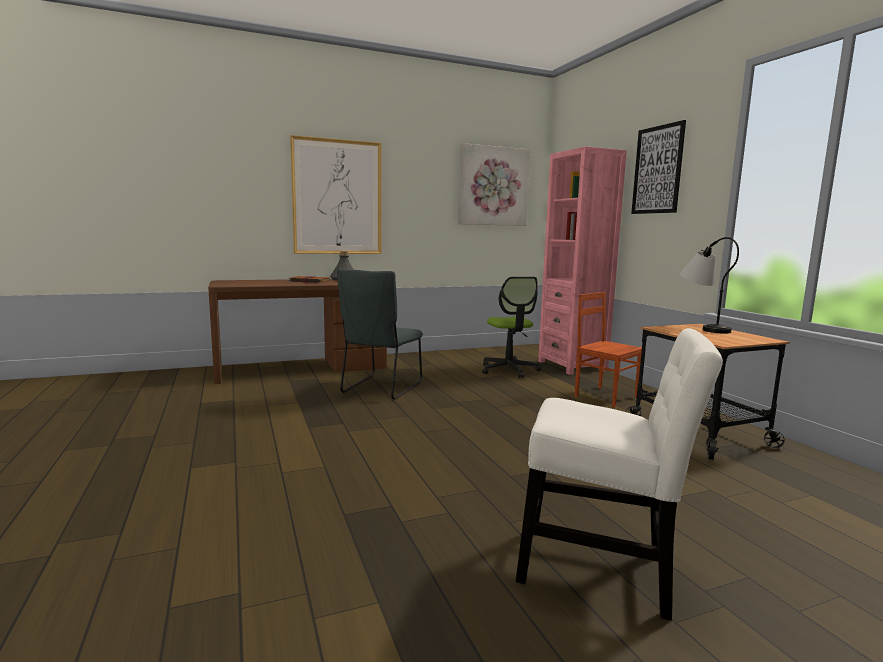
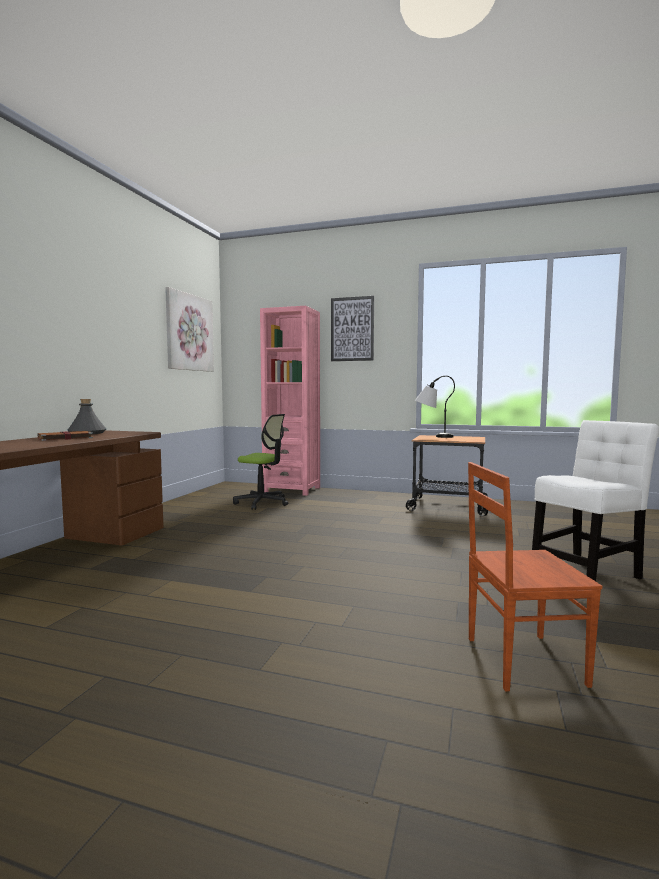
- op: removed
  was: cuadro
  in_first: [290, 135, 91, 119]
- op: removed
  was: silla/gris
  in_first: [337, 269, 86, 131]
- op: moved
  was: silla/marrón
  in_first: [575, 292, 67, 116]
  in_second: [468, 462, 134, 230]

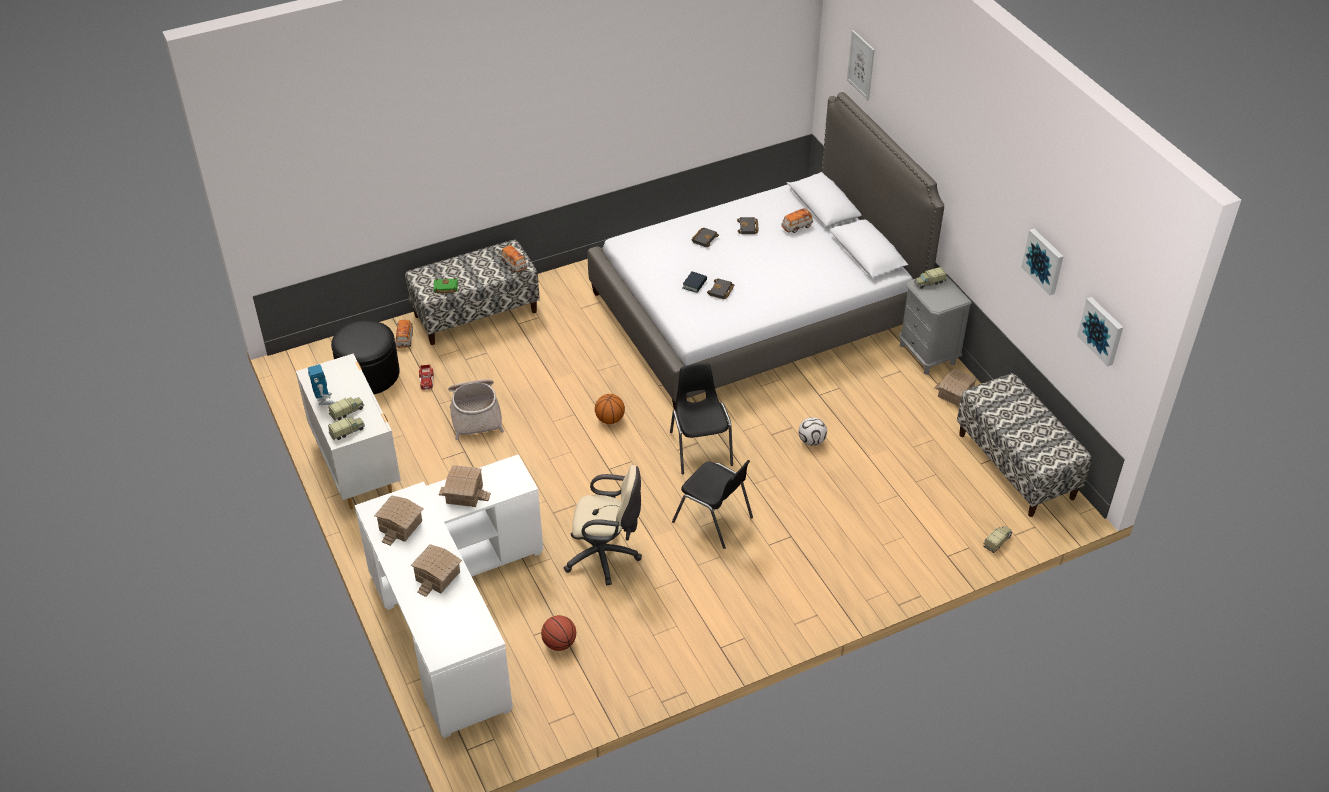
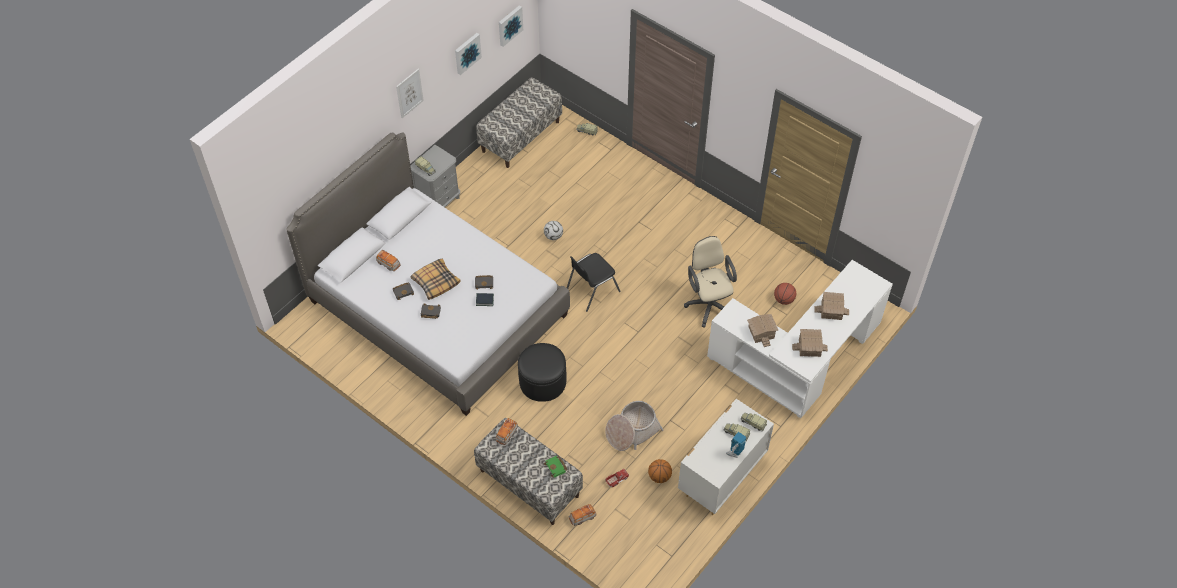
- op: removed
  was: silla/negro
  in_first: [672, 460, 81, 89]
- op: removed
  was: casita
  in_first: [934, 368, 43, 39]
- op: added
  now: cojín
  in_second: [411, 258, 49, 42]
- op: moved
  was: puf/negro
  in_first: [331, 320, 69, 74]
  in_second: [518, 343, 48, 59]
- op: moved
  was: balón de baloncesto
  in_first: [595, 394, 30, 30]
  in_second: [648, 459, 24, 24]
- op: moved
  was: cuadro
  in_first: [847, 30, 28, 71]
  in_second: [396, 69, 28, 49]

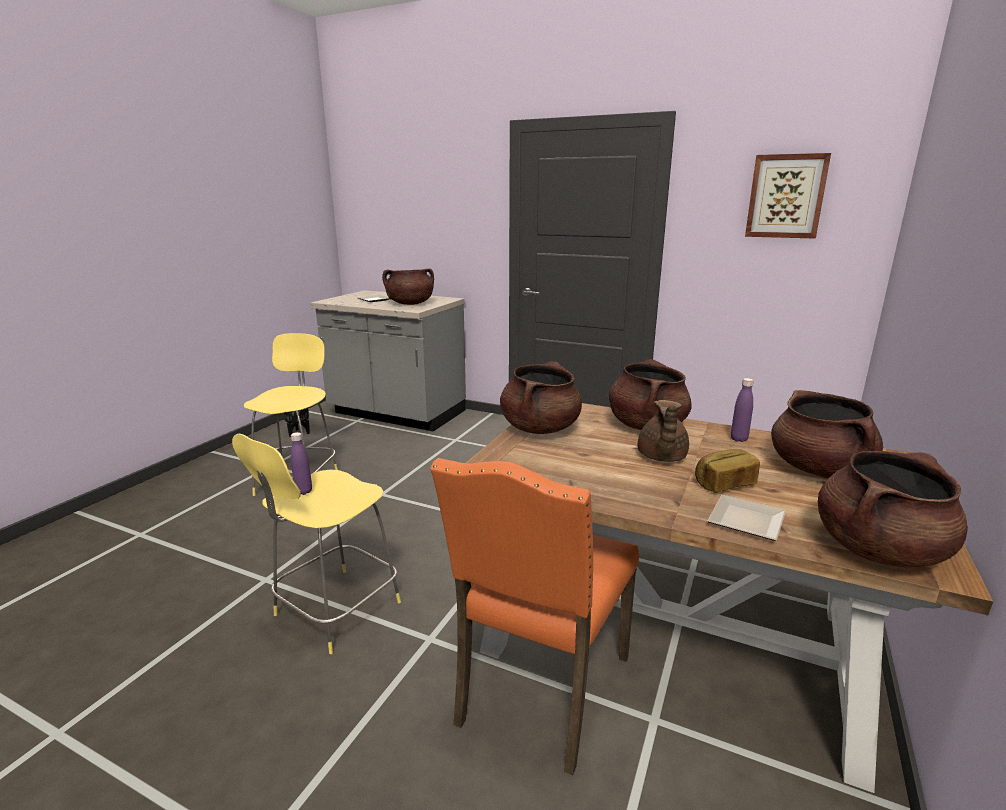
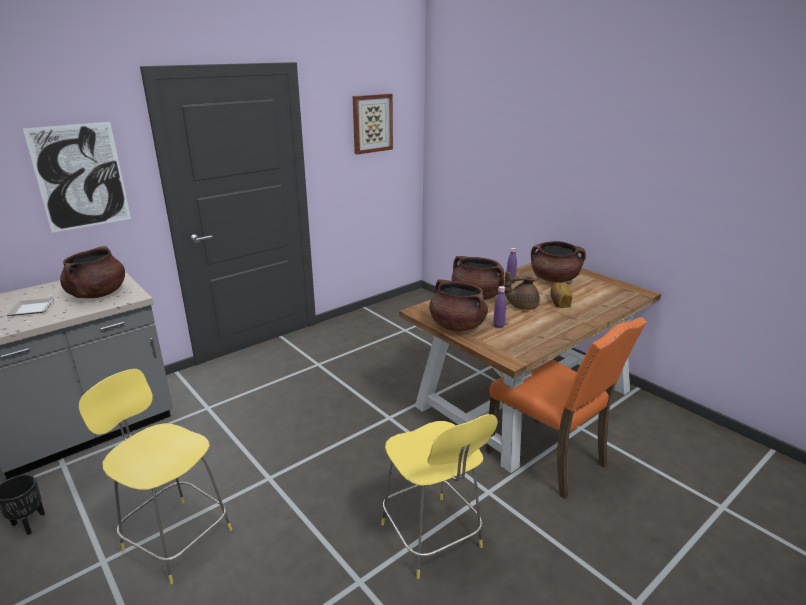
- op: removed
  was: plato
  in_first: [707, 495, 79, 46]
- op: removed
  was: olla/marrón
  in_first: [818, 451, 150, 117]
- op: added
  now: cuadro
  in_second: [23, 122, 108, 111]
- op: moved
  was: botella/morado
  in_first: [291, 432, 21, 63]
  in_second: [493, 286, 13, 42]
- op: turned
  was: tetera/marrón
  in_first: [638, 400, 51, 62]
  in_second: [504, 271, 36, 39]
  clockwise: 135

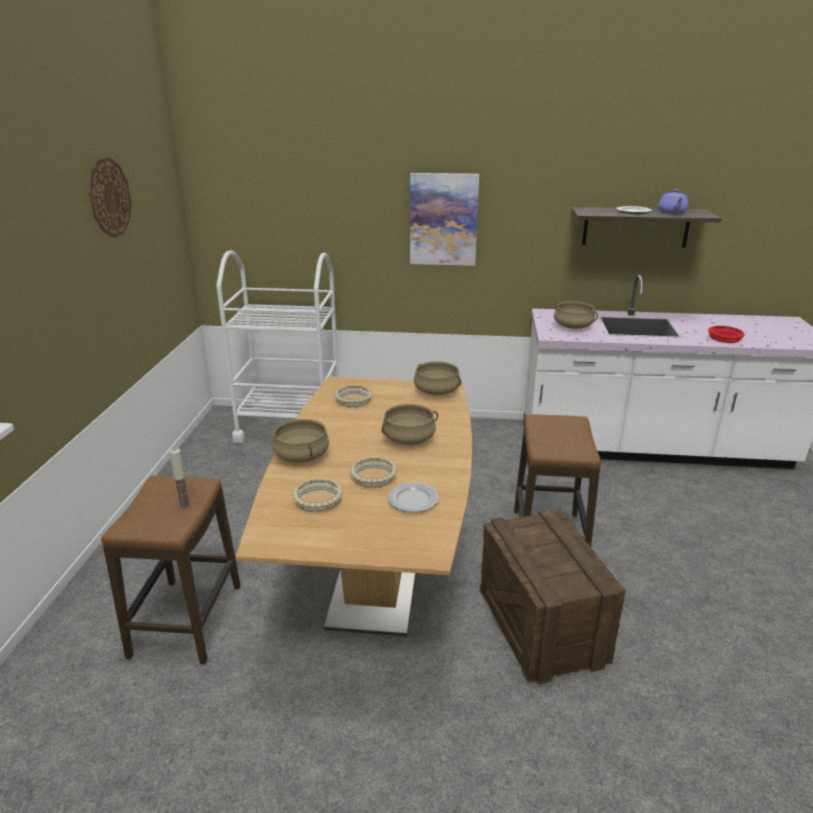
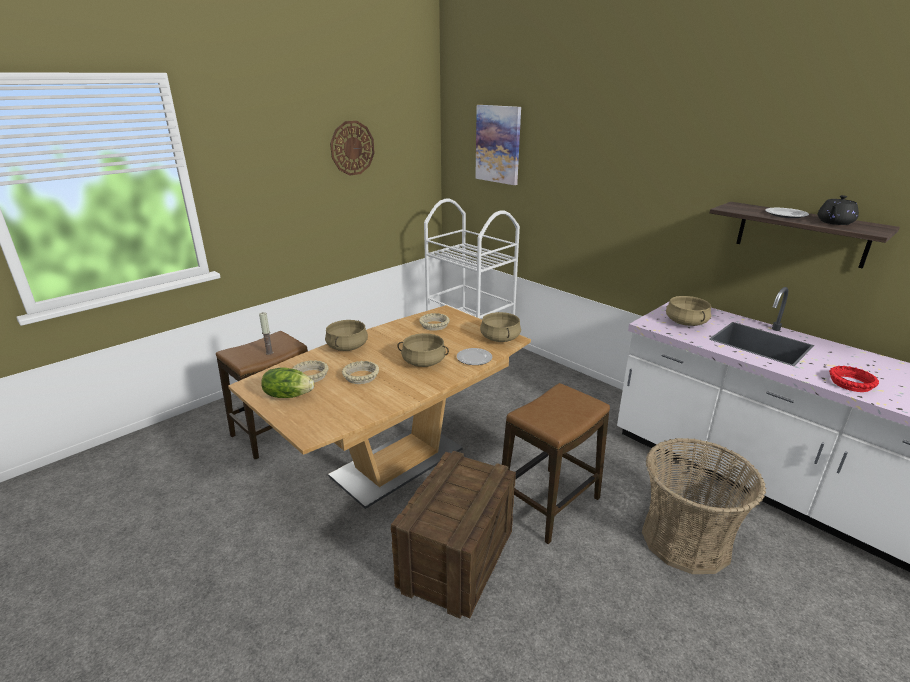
- op: added
  now: lechuga
  in_second: [261, 367, 53, 31]
- op: added
  now: cesta
  in_second: [642, 438, 124, 136]
- op: moved
  was: plato
  in_first: [388, 483, 51, 29]
  in_second: [457, 348, 35, 17]
- op: moved
  was: cuadro
  in_first: [410, 173, 69, 93]
  in_second: [475, 105, 46, 80]
- op: recoloured
  was: tetera/morado
  now: tetera/negro
  in_first: [658, 189, 31, 25]
  in_second: [818, 195, 41, 30]

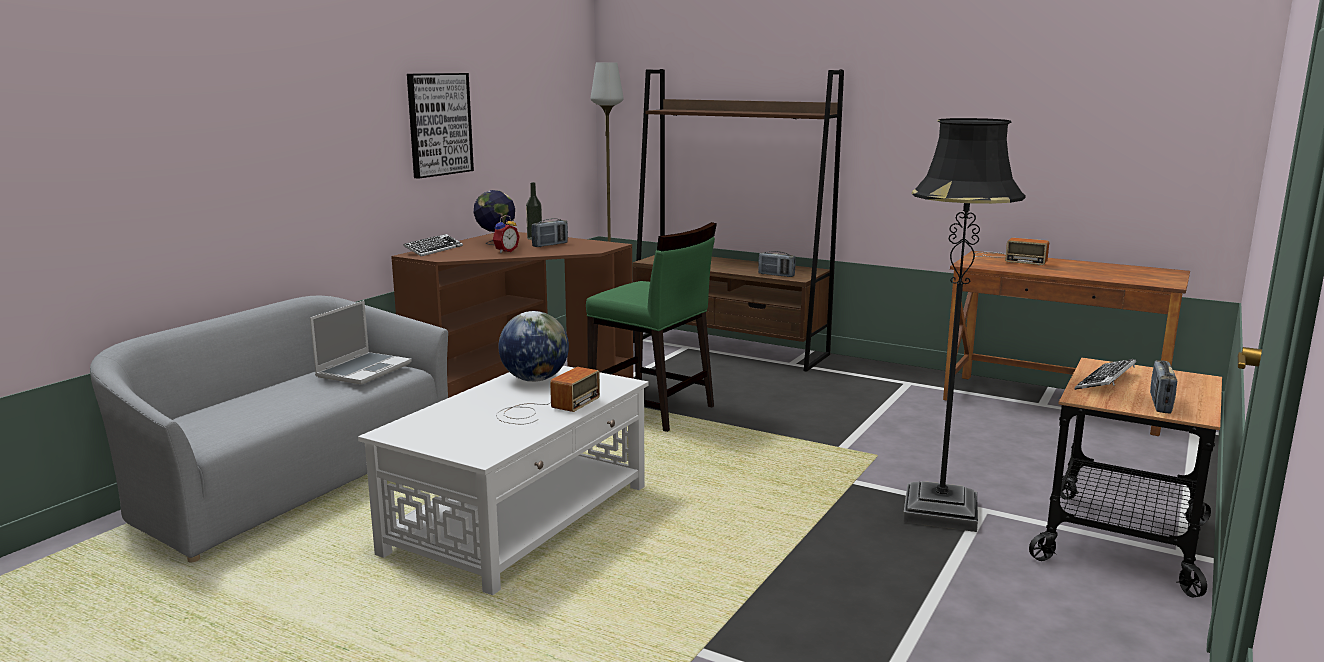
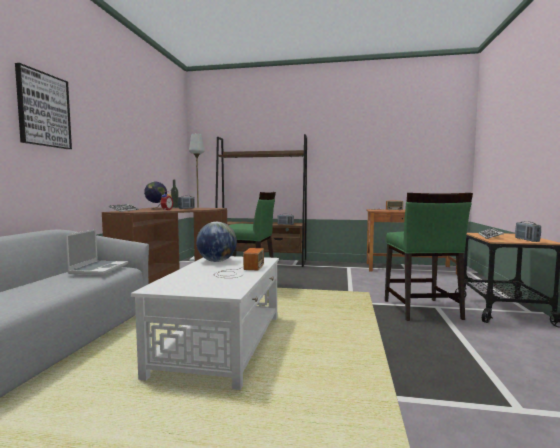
- op: moved
  was: cuadro
  in_first: [407, 73, 67, 106]
  in_second: [15, 63, 57, 86]
- op: replaced
  was: lámpara de pie/negro
  now: silla/verde
  in_first: [903, 118, 122, 414]
  in_second: [385, 193, 88, 128]

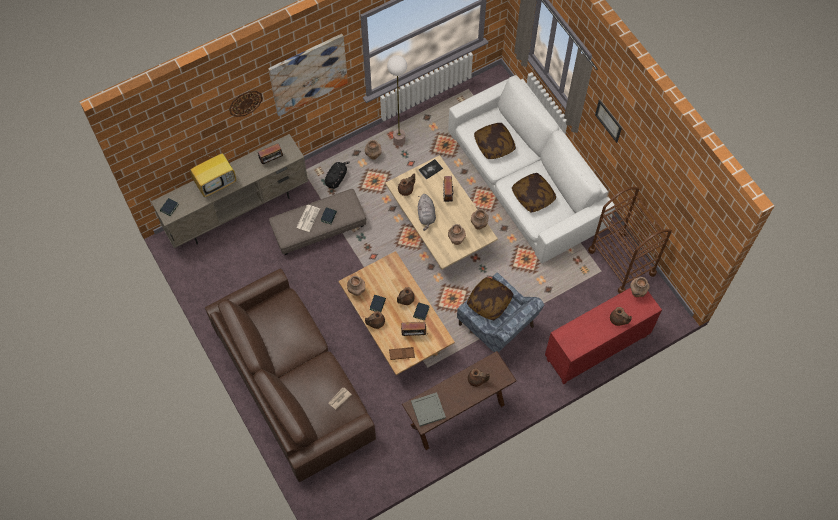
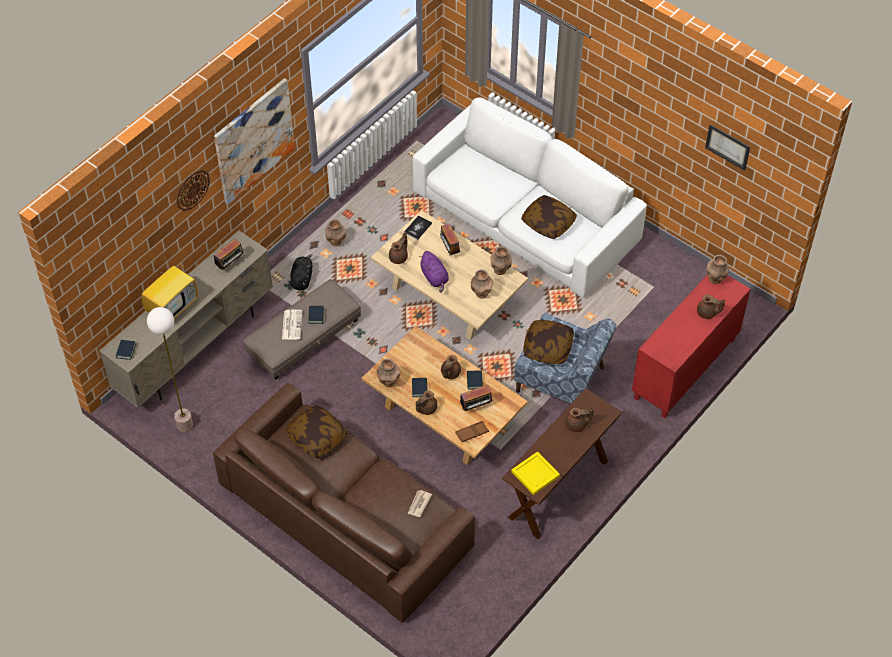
- op: removed
  was: carrito/marrón
  in_first: [588, 187, 84, 107]
- op: moved
  was: lámpara de pie
  in_first: [387, 55, 20, 91]
  in_second: [147, 307, 46, 125]
- op: moved
  was: cojín
  in_first: [474, 123, 42, 36]
  in_second: [286, 405, 61, 53]
- op: moved
  was: cuadro
  in_first: [595, 100, 27, 43]
  in_second: [705, 124, 45, 47]
- op: recoloured
  was: bandeja/gris
  now: bandeja/amarillo
  in_first: [411, 392, 35, 35]
  in_second: [511, 451, 49, 44]
- op: recoloured
  was: peluche/gris
  now: peluche/morado
  in_first: [418, 194, 18, 37]
  in_second: [419, 251, 30, 42]

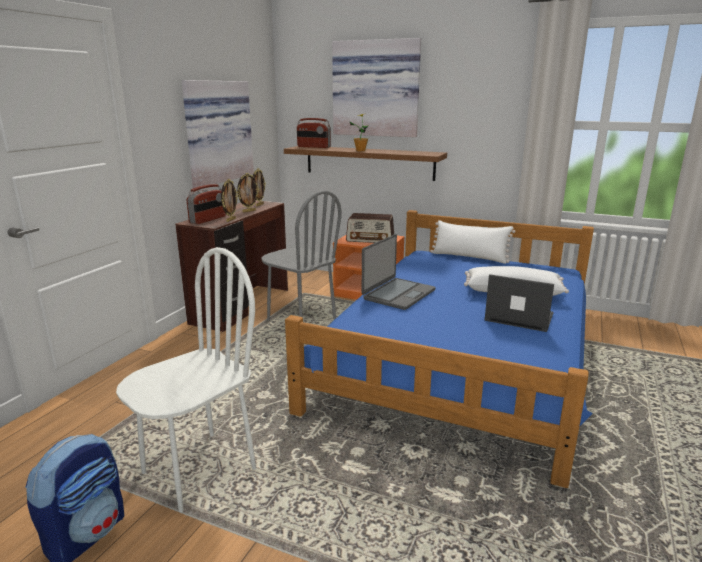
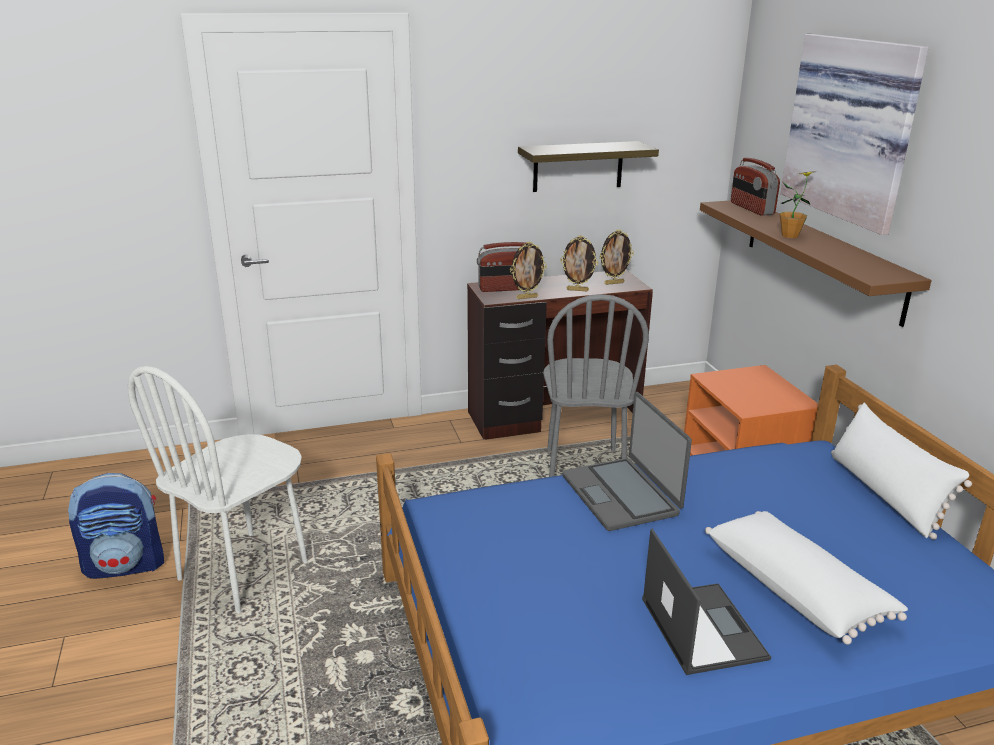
- op: removed
  was: radio
  in_first: [346, 213, 48, 30]
- op: replaced
  was: cuadro
  now: estante
  in_first: [182, 80, 72, 108]
  in_second: [518, 141, 141, 51]
- op: turned
  was: silla/blanco
  in_first: [116, 247, 140, 265]
  in_second: [128, 366, 180, 247]
  clockwise: 120
- op: turned
  was: portátil
  in_first: [362, 234, 73, 76]
  in_second: [562, 392, 130, 139]
  clockwise: 75

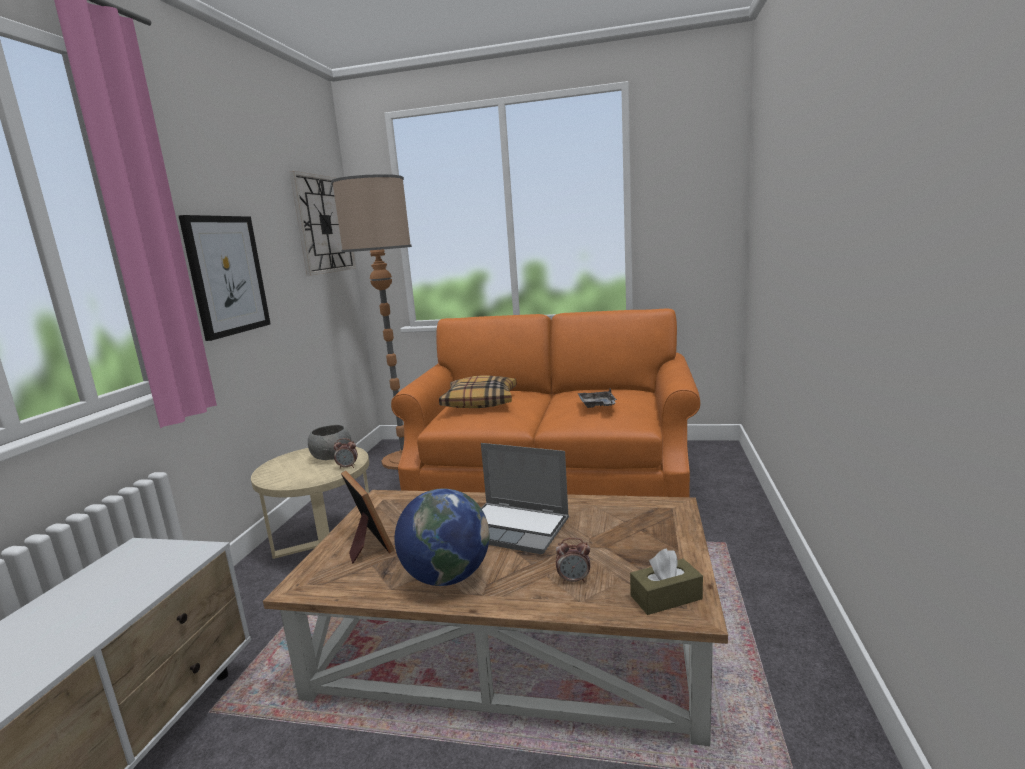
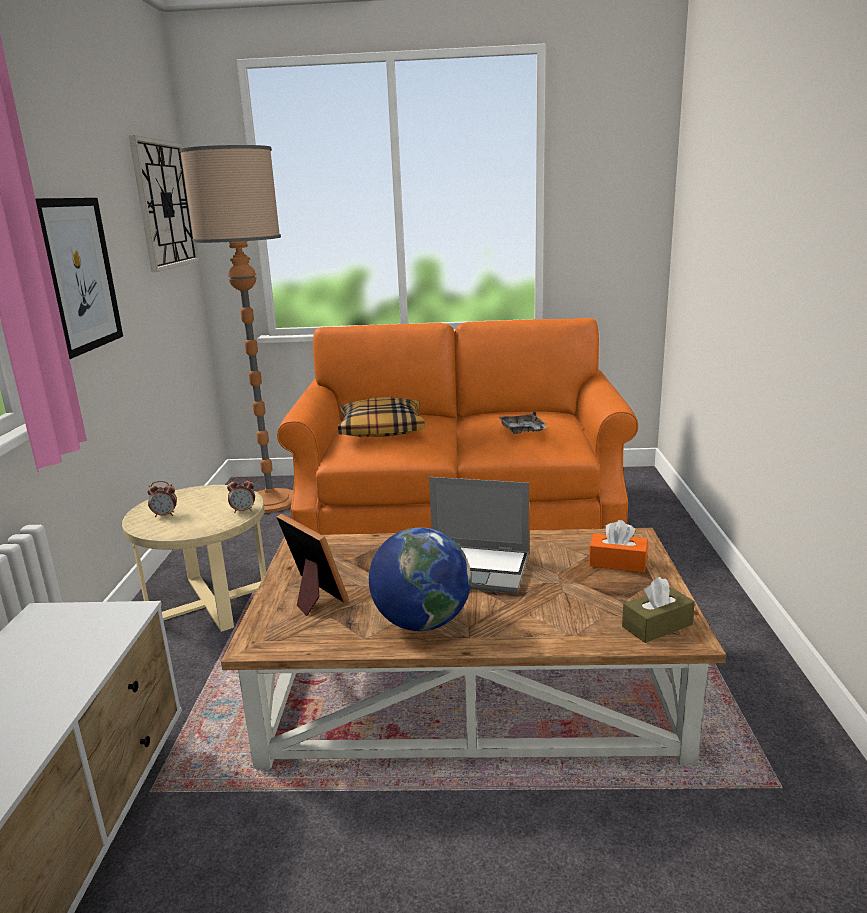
- op: removed
  was: cuenco/gris
  in_first: [308, 425, 43, 35]
- op: added
  now: caja de pañuelos/naranja
  in_second: [589, 520, 59, 53]
- op: moved
  was: despertador
  in_first: [556, 538, 34, 45]
  in_second: [147, 481, 30, 36]

